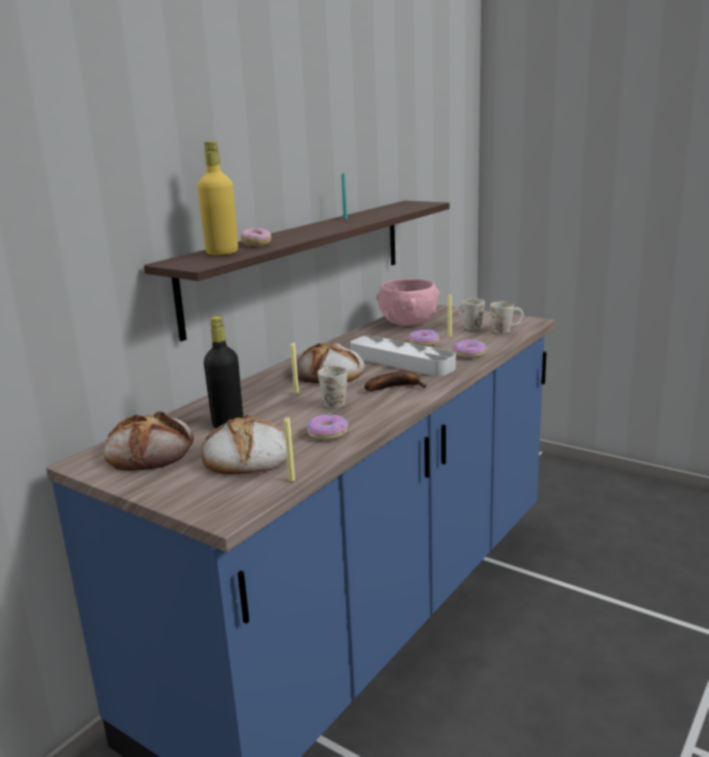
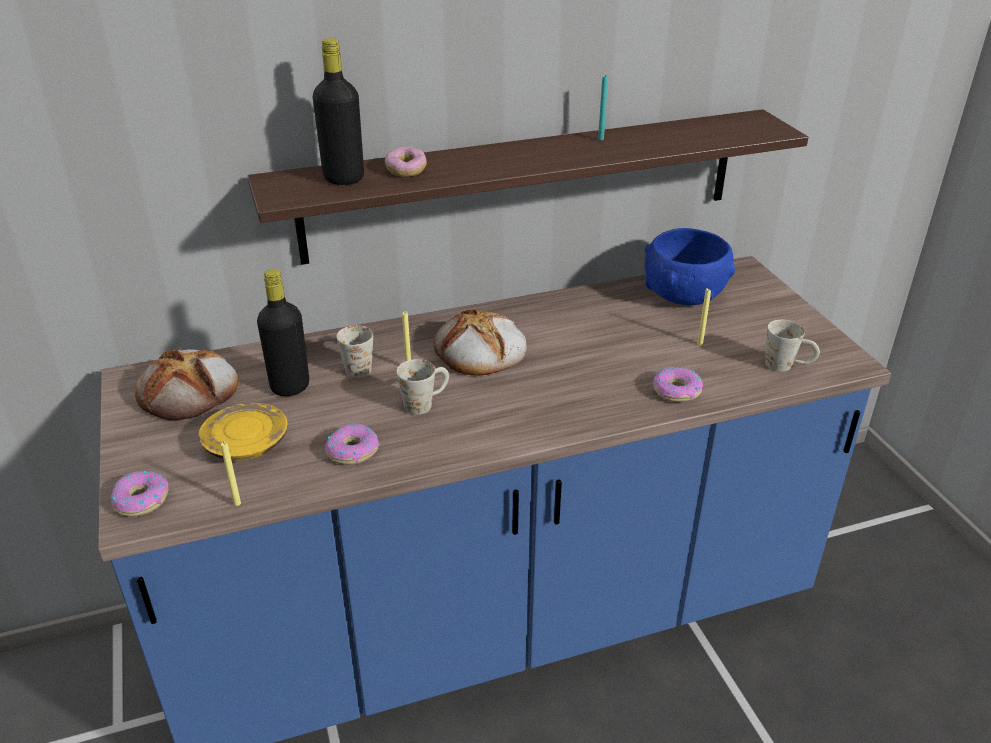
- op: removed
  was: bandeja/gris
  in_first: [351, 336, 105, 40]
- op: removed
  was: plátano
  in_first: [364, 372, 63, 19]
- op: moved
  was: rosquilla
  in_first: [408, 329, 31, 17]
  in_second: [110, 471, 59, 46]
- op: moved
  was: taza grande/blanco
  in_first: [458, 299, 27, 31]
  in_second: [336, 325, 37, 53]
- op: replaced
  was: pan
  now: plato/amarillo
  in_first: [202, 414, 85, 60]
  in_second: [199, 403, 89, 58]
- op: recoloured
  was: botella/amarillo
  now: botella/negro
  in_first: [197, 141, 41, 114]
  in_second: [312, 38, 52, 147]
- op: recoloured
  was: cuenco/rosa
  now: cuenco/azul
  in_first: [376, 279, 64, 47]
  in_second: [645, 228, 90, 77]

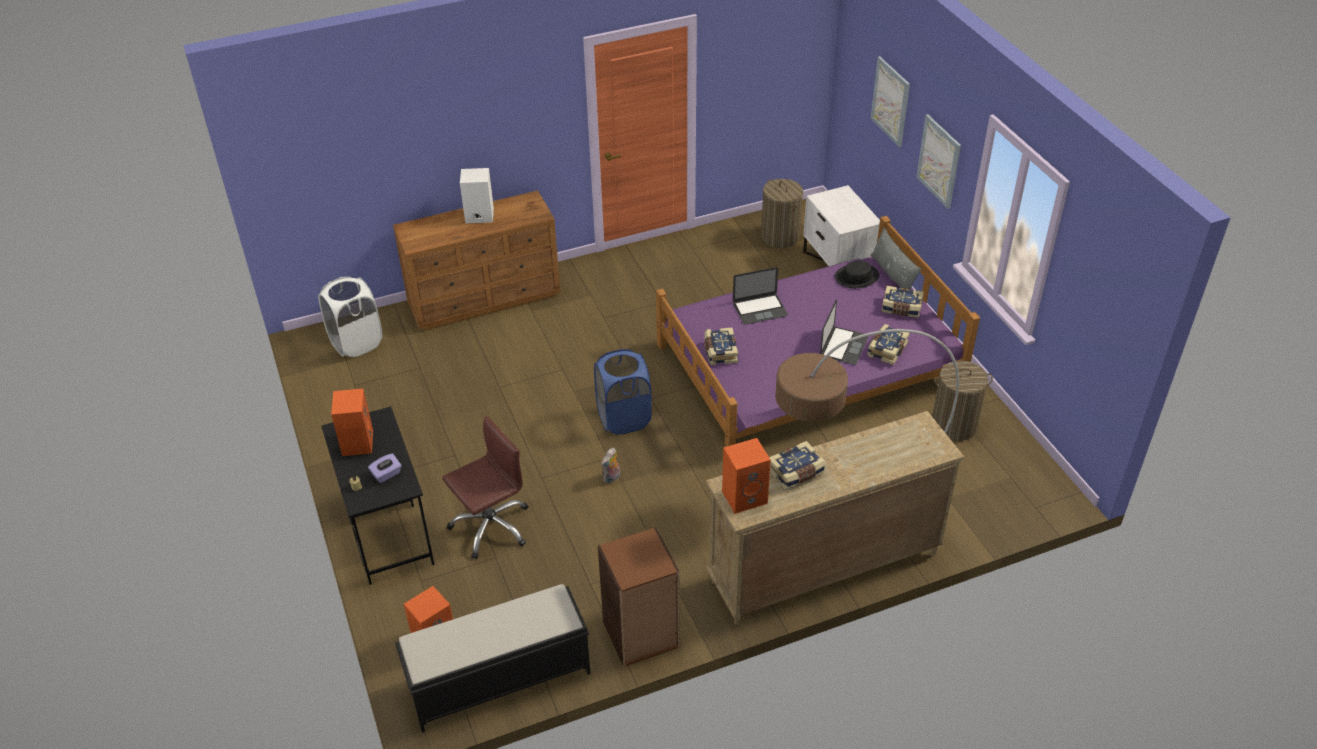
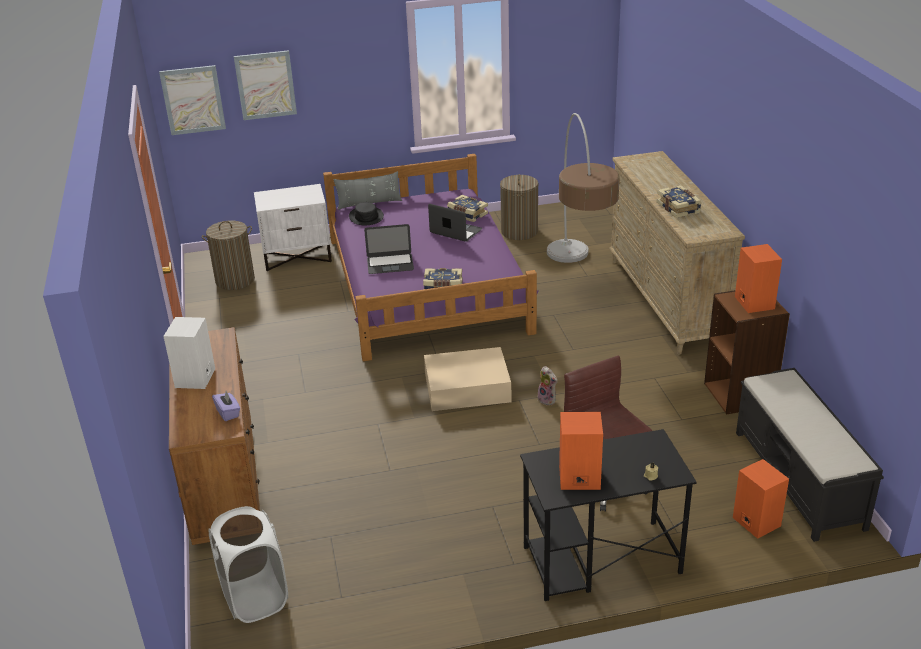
- op: removed
  was: libro
  in_first: [882, 286, 42, 32]
- op: moved
  was: caja de pañuelos/morado
  in_first: [368, 453, 34, 30]
  in_second: [212, 391, 28, 30]
- op: moved
  was: altavoz/naranja
  in_first: [722, 438, 49, 76]
  in_second: [735, 244, 47, 69]
- op: moved
  was: cuadro
  in_first: [916, 114, 45, 95]
  in_second: [159, 65, 67, 70]
- op: replaced
  was: cesto de la ropa/azul
  now: caja de almacenaje/beis
  in_first: [594, 349, 58, 86]
  in_second: [424, 347, 88, 64]
- op: turned
  was: portátil
  in_first: [733, 267, 55, 57]
  in_second: [364, 224, 50, 50]
  clockwise: 90

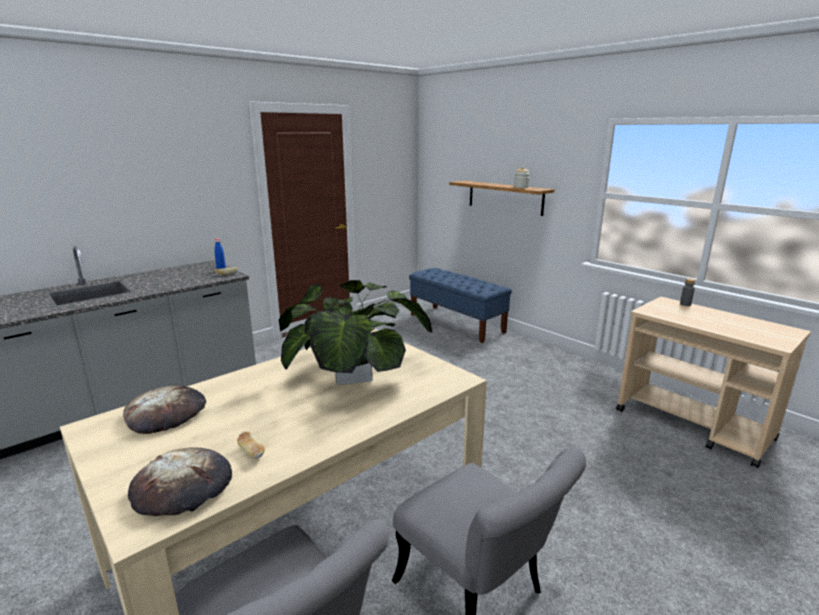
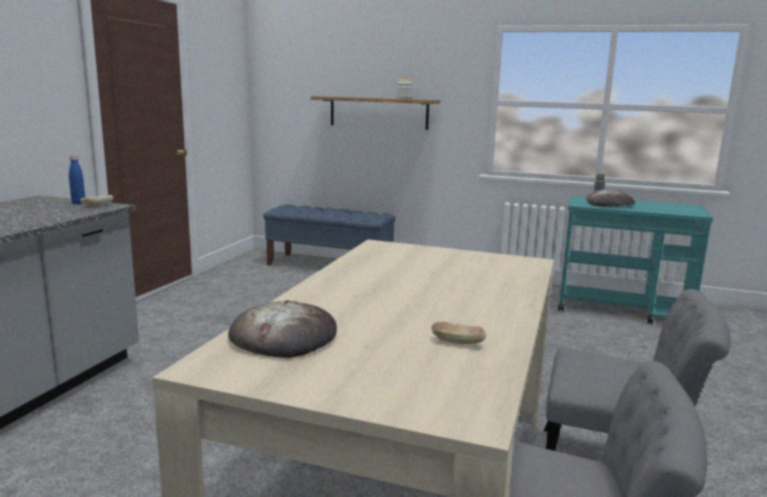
- op: removed
  was: planta en maceta
  in_first: [279, 280, 154, 105]
- op: moved
  was: pan
  in_first: [128, 447, 104, 69]
  in_second: [587, 190, 48, 17]
- op: recoloured
  was: carrito/beis
  now: carrito/turquesa
  in_first: [616, 297, 195, 172]
  in_second: [558, 195, 155, 129]

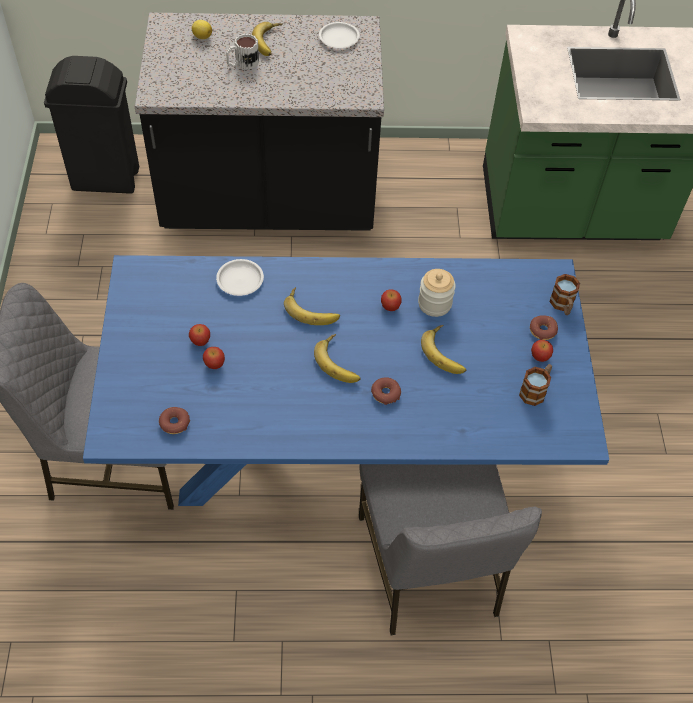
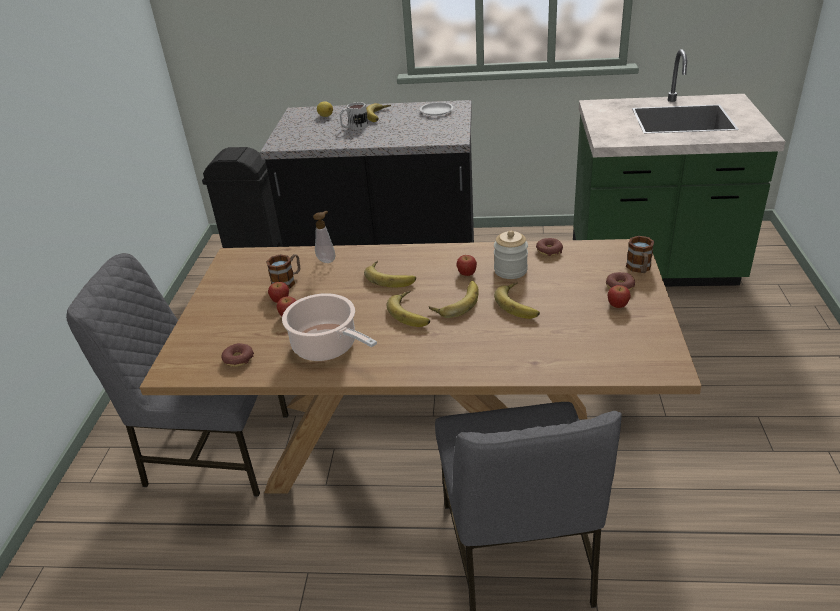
- op: added
  now: olla
  in_second: [282, 293, 95, 68]
- op: added
  now: plátano
  in_second: [429, 281, 50, 37]
- op: moved
  was: rosquilla
  in_first: [371, 377, 30, 28]
  in_second: [536, 238, 27, 18]
- op: moved
  was: taza grande
  in_first: [519, 364, 33, 42]
  in_second: [266, 254, 34, 35]
- op: replaced
  was: plato/blanco
  now: dispensador de jabón
  in_first: [216, 259, 48, 37]
  in_second: [313, 211, 23, 52]
- op: recoloured
  was: mesa de comedor/azul
  now: mesa de comedor/marrón
  in_first: [83, 255, 526, 251]
  in_second: [140, 239, 561, 255]

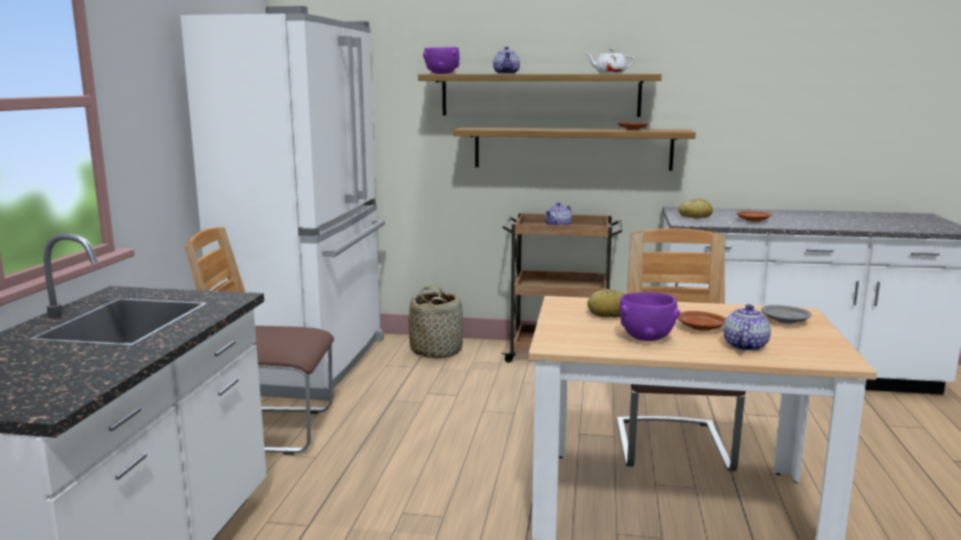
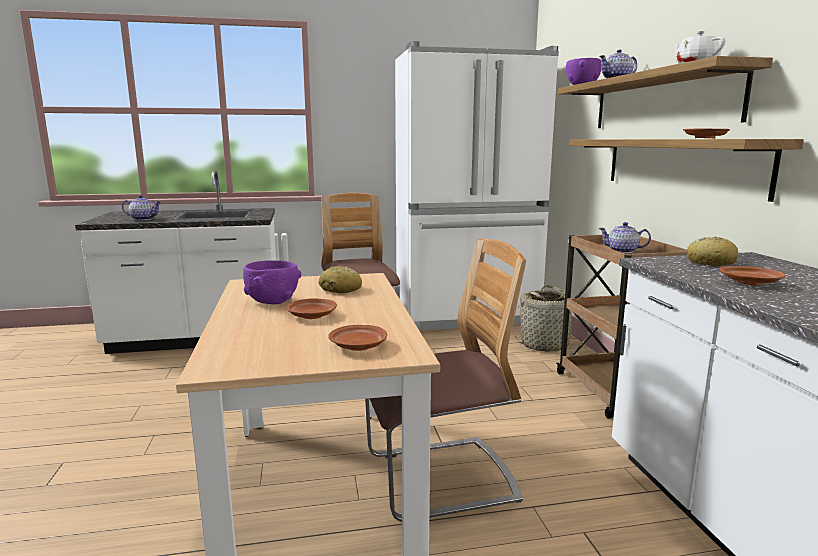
- op: moved
  was: tetera
  in_first: [723, 304, 48, 47]
  in_second: [122, 195, 40, 25]
- op: recoloured
  was: plato/gris
  now: plato/marrón
  in_first: [761, 305, 51, 19]
  in_second: [328, 325, 59, 26]

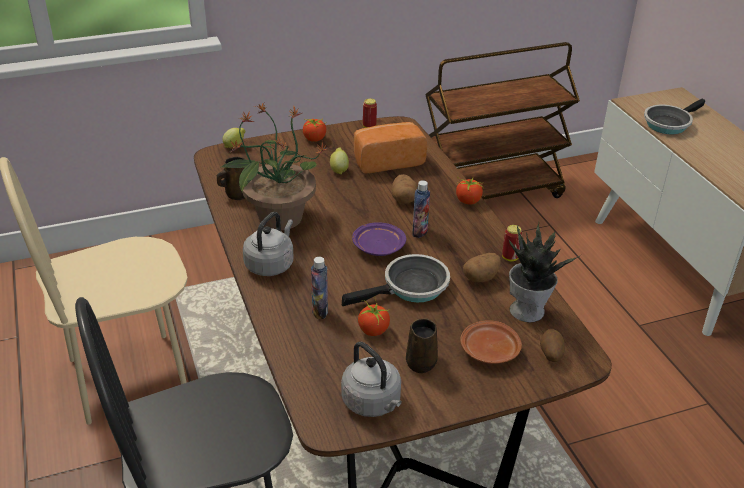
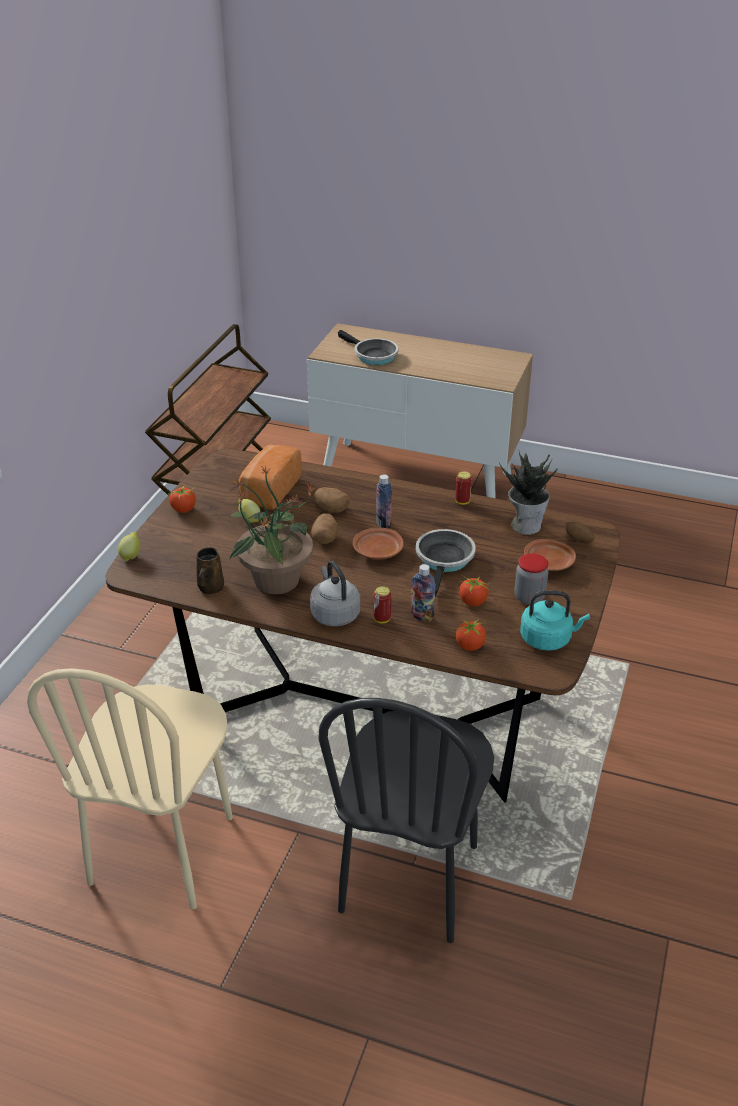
- op: moved
  was: lata
  in_first: [363, 98, 14, 30]
  in_second: [373, 586, 18, 37]
- op: moved
  was: tomate
  in_first: [456, 178, 28, 27]
  in_second: [456, 619, 30, 32]
- op: moved
  was: patata
  in_first: [463, 253, 38, 29]
  in_second: [311, 513, 28, 31]
- op: replaced
  was: taza grande/marrón
  now: tarro
  in_first: [406, 318, 32, 55]
  in_second: [515, 553, 34, 52]
- op: recoloured
  was: hervidor/gris
  now: hervidor/turquesa
  in_first: [341, 342, 61, 75]
  in_second: [520, 591, 70, 60]
- op: recoloured
  was: plato/morado
  now: plato/marrón
  in_first: [352, 222, 54, 34]
  in_second: [353, 528, 51, 32]
- op: turned
  was: sartén
  in_first: [644, 99, 61, 35]
  in_second: [338, 330, 60, 35]
  clockwise: -45

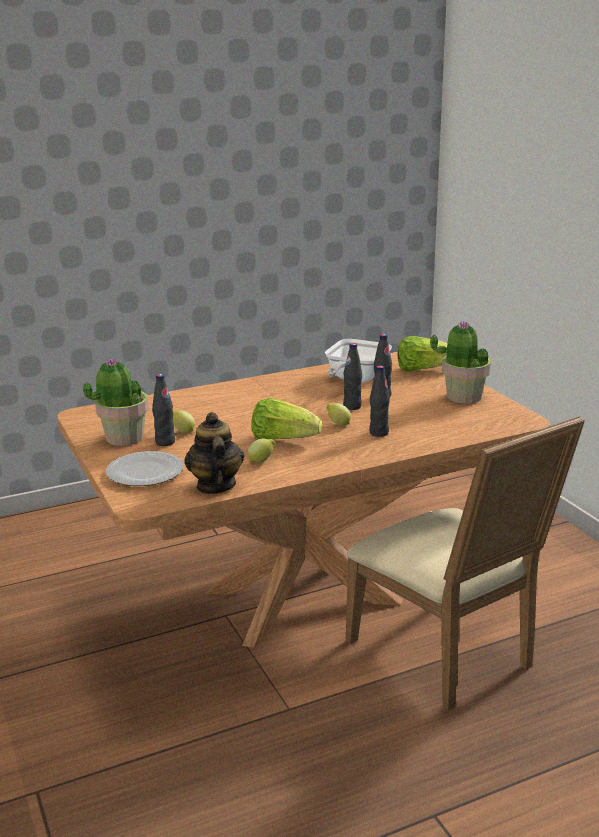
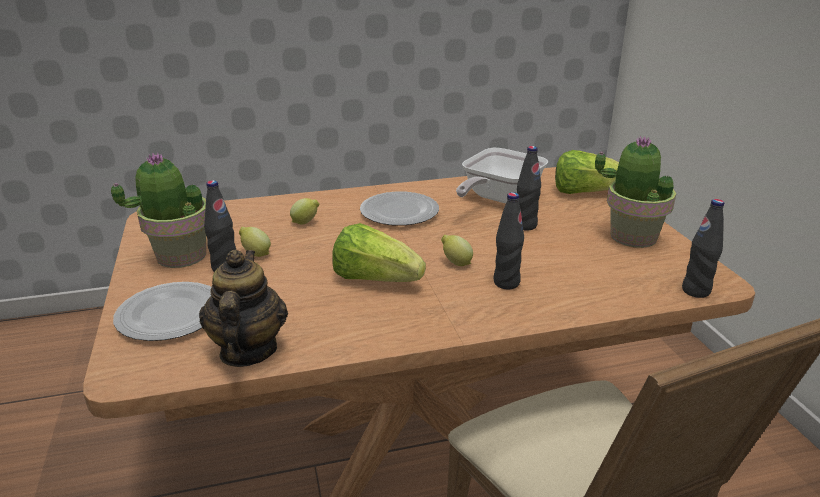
- op: added
  now: plato
  in_second: [360, 191, 79, 35]
- op: moved
  was: limón
  in_first: [248, 438, 27, 25]
  in_second: [290, 198, 30, 27]
- op: moved
  was: botella/negro
  in_first: [343, 343, 19, 67]
  in_second: [682, 199, 42, 99]

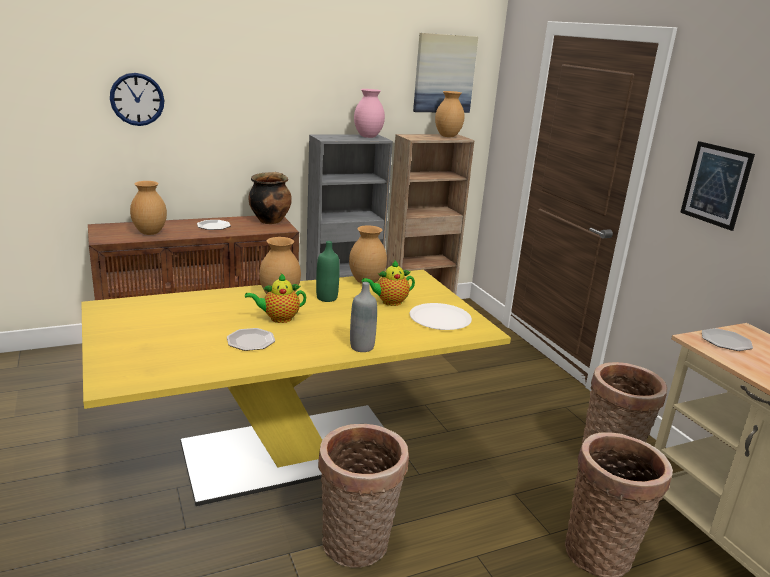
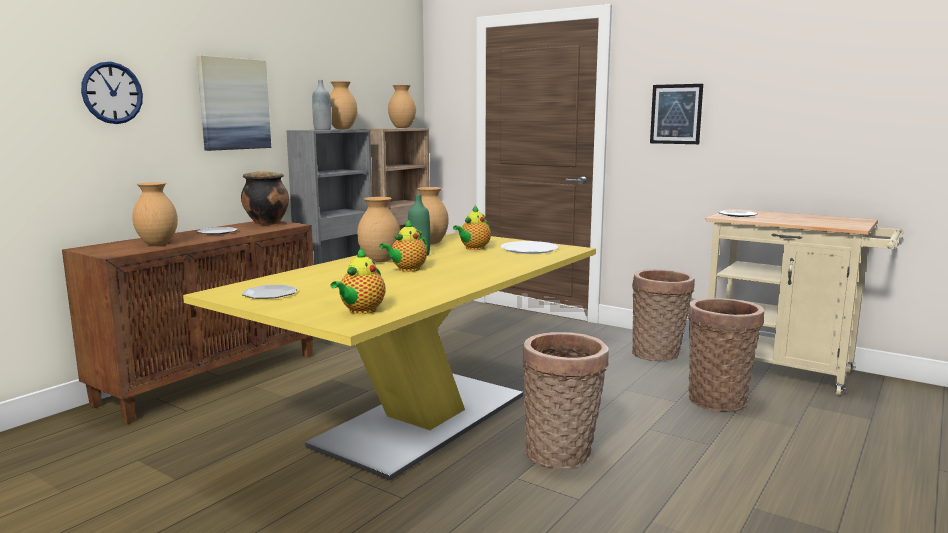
- op: added
  now: tetera
  in_second: [331, 248, 55, 66]
- op: moved
  was: plato
  in_first: [227, 328, 48, 23]
  in_second: [242, 285, 55, 14]
- op: moved
  was: botella/gris
  in_first: [350, 282, 27, 70]
  in_second: [312, 80, 20, 50]
- op: moved
  was: cuadro
  in_first: [413, 33, 65, 80]
  in_second: [197, 55, 74, 96]
- op: recoloured
  was: florero/rosa
  now: florero/marrón
  in_first: [354, 89, 31, 49]
  in_second: [330, 81, 27, 48]

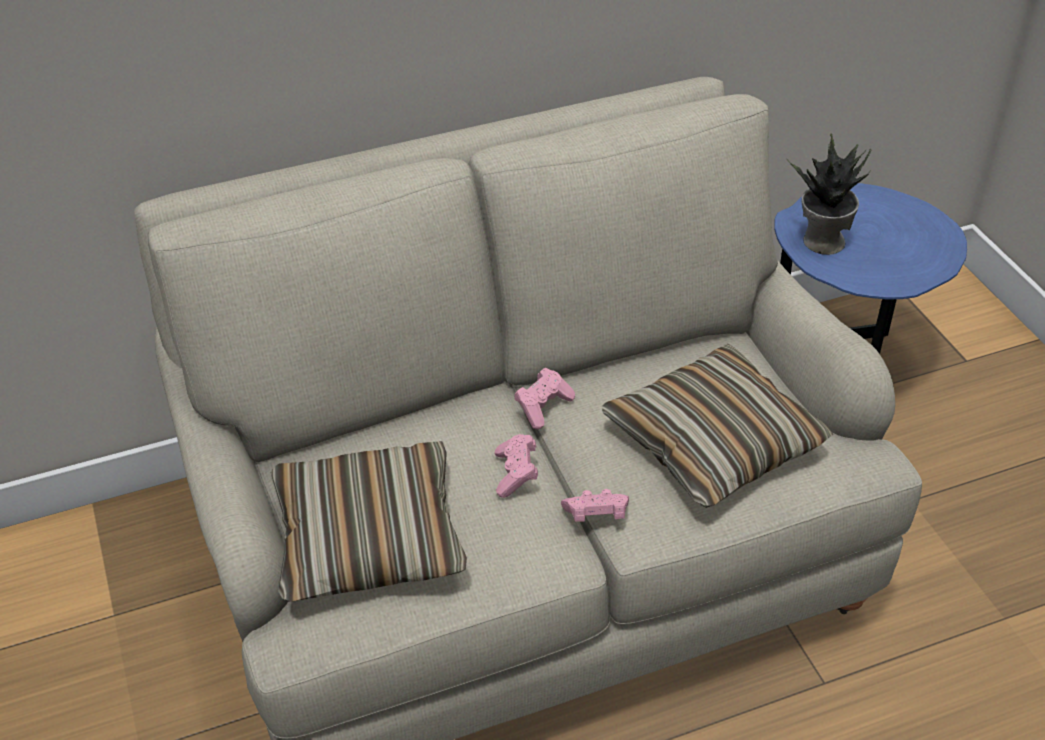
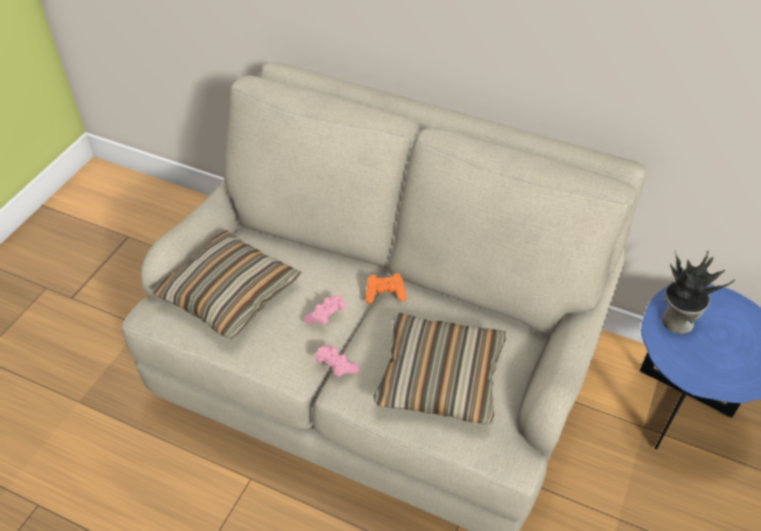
- op: recoloured
  was: mando de consola/rosa
  now: mando de consola/naranja
  in_first: [514, 368, 61, 61]
  in_second: [365, 273, 42, 31]

